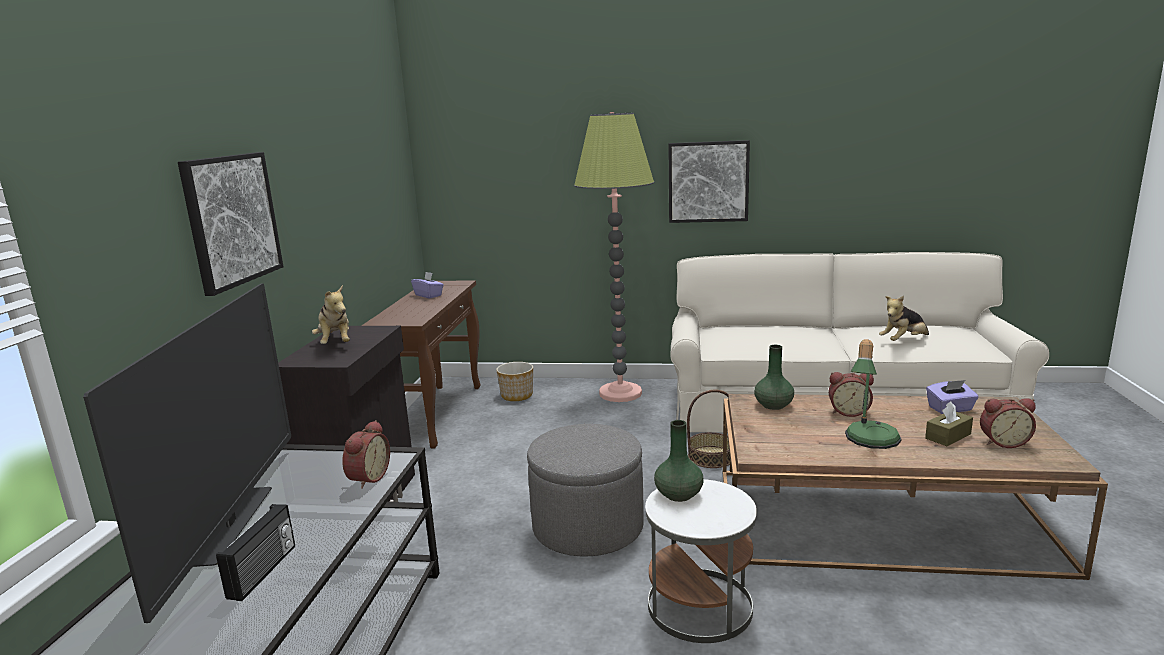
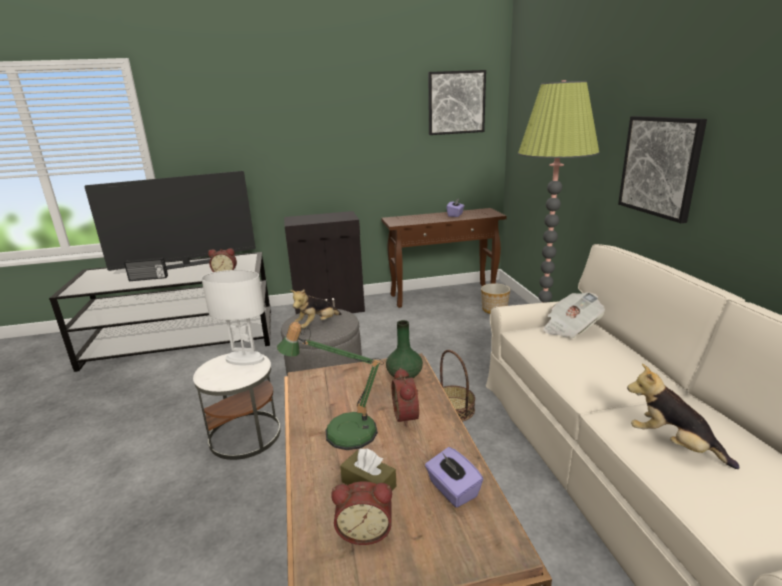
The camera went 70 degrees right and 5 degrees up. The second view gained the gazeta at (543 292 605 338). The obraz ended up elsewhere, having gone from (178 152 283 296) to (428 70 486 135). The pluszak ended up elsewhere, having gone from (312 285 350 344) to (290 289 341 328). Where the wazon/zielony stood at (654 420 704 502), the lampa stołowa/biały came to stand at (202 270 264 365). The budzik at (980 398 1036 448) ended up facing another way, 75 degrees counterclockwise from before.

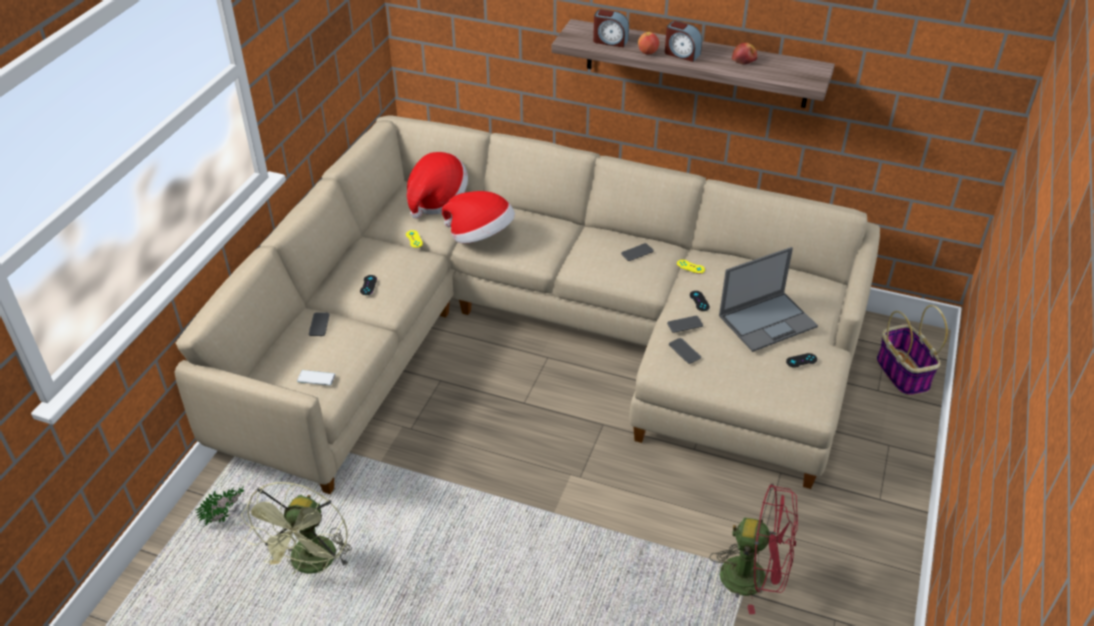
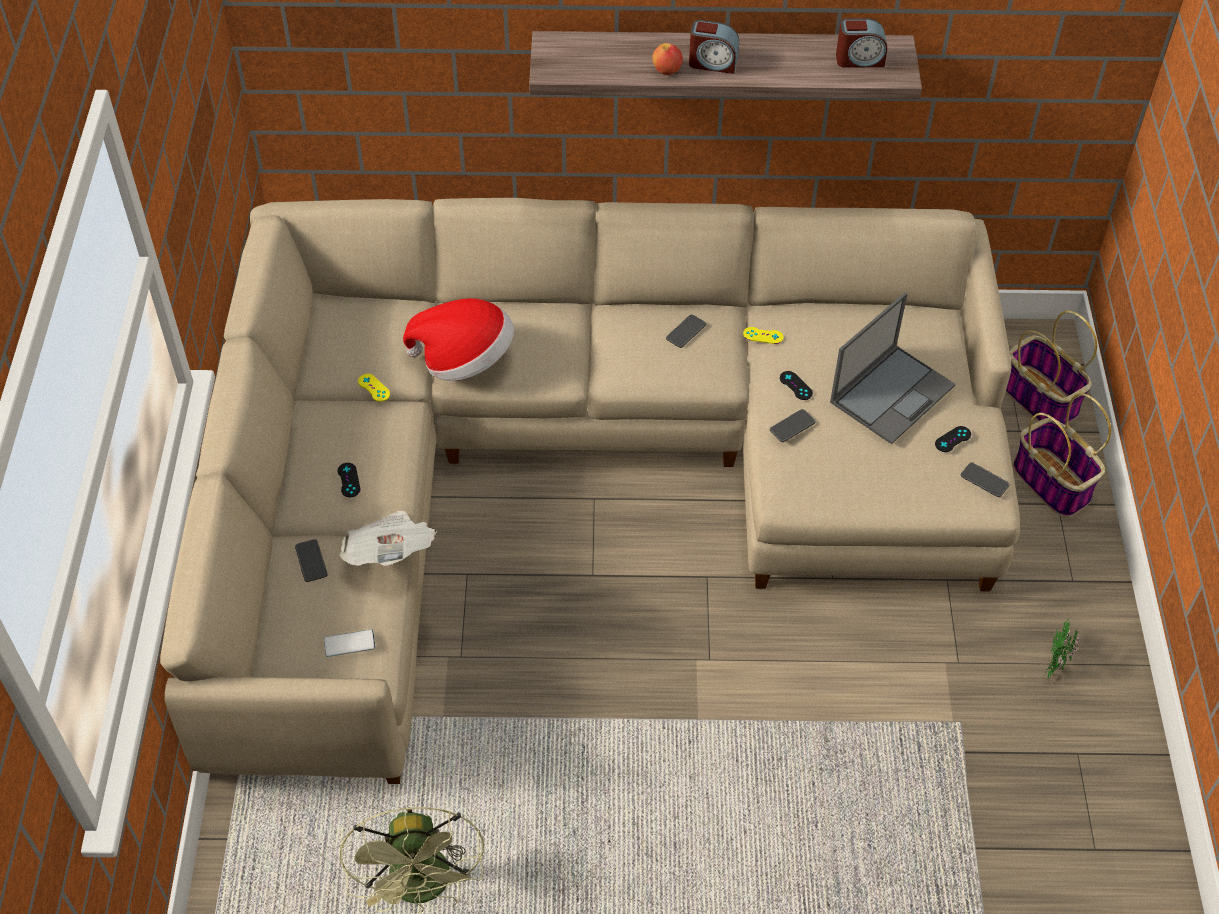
The camera went 20 degrees left and 10 degrees up. The second view lost the kapelusz at (407 152 468 219). The second view lost the wentylator/czerwony at (709 483 798 614). The second view lost the jabłko at (732 43 757 64). The second view gained the gazeta at (340 511 437 566). The second view gained the koszyk at (1013 393 1111 517). The roślina doniczkowa ended up elsewhere, having gone from (196 485 244 526) to (1045 617 1079 680). The budzik ended up elsewhere, having gone from (593 9 629 48) to (836 18 887 68). The telefon ended up elsewhere, having gone from (669 338 701 364) to (961 462 1010 497).

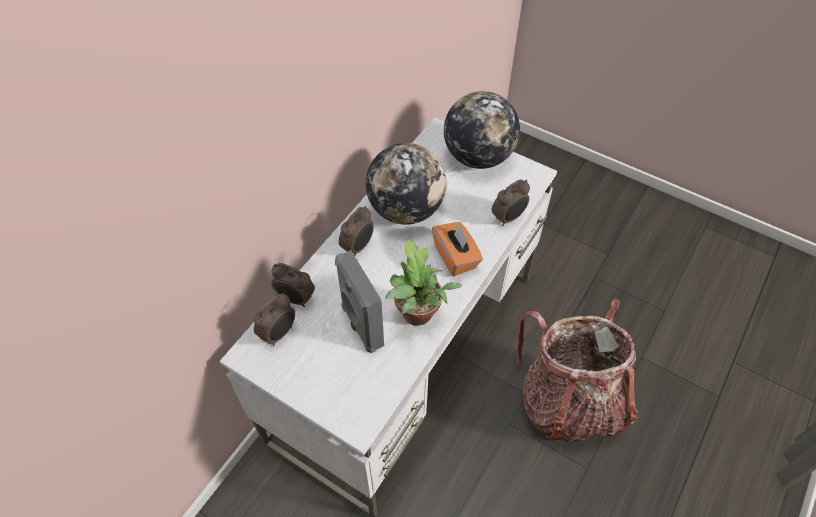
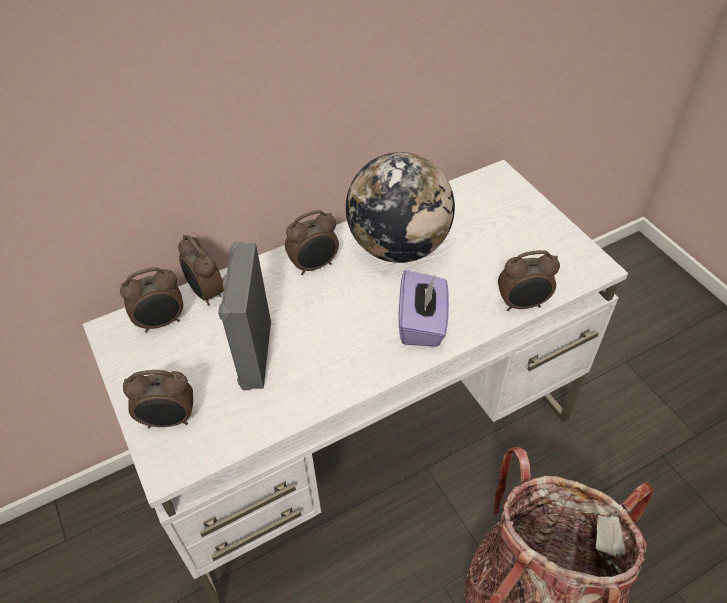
The camera went 30 degrees right and 5 degrees down. The second view lost the roślina doniczkowa at (385 239 462 326). The second view lost the globus at (444 91 520 169). The second view gained the budzik at (123 370 193 428). What was the pudełko chusteczek/pomarańczowy at (432 222 483 276) turned into the pudełko chusteczek/fioletowy at (398 270 449 347).

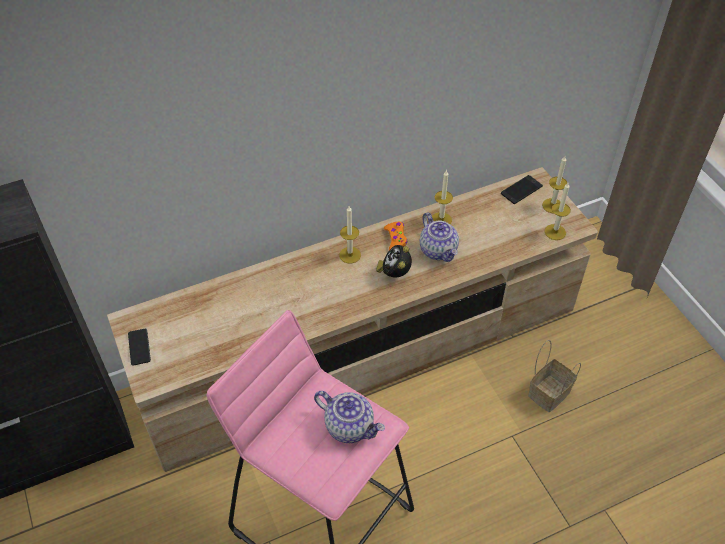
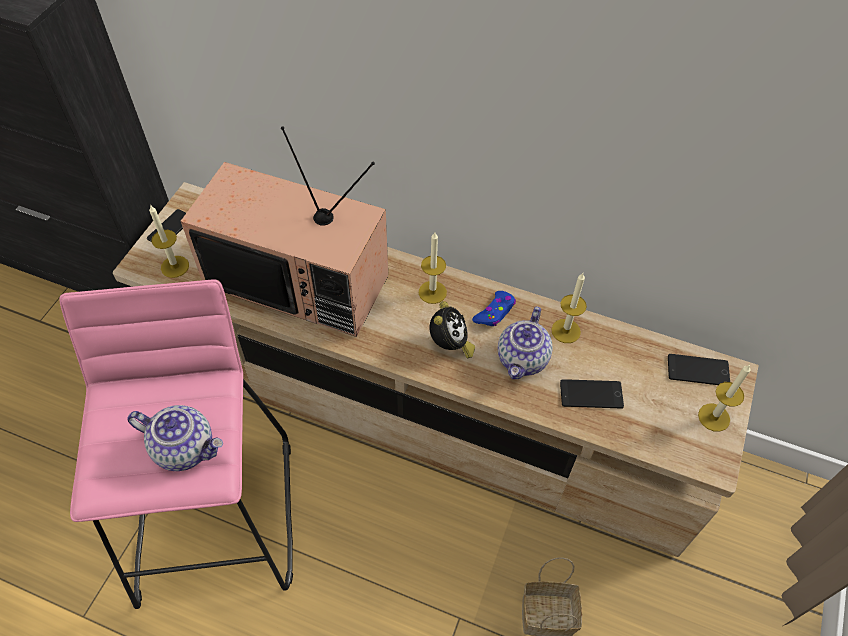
The camera went 45 degrees right and 5 degrees up. The second view gained the telewizor at (181 126 388 337). The second view gained the telefon at (560 379 624 409). The świeca ended up elsewhere, having gone from (545 183 571 240) to (149 206 189 278). What was the pad do gier/pomarańczowy at (384 222 407 250) turned into the pad do gier/niebieski at (472 291 516 326). The imbryk at (314 391 385 443) ended up facing another way, 60 degrees counterclockwise from before. The budzik at (376 245 412 277) ended up facing another way, 135 degrees clockwise from before.

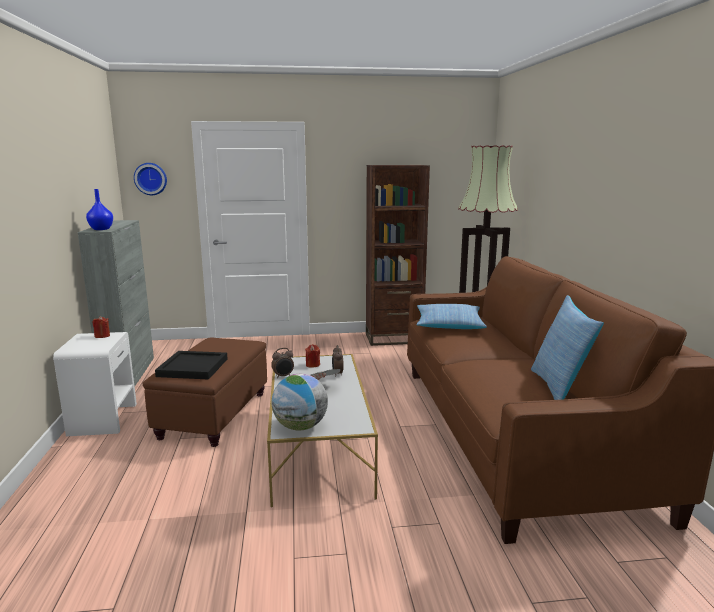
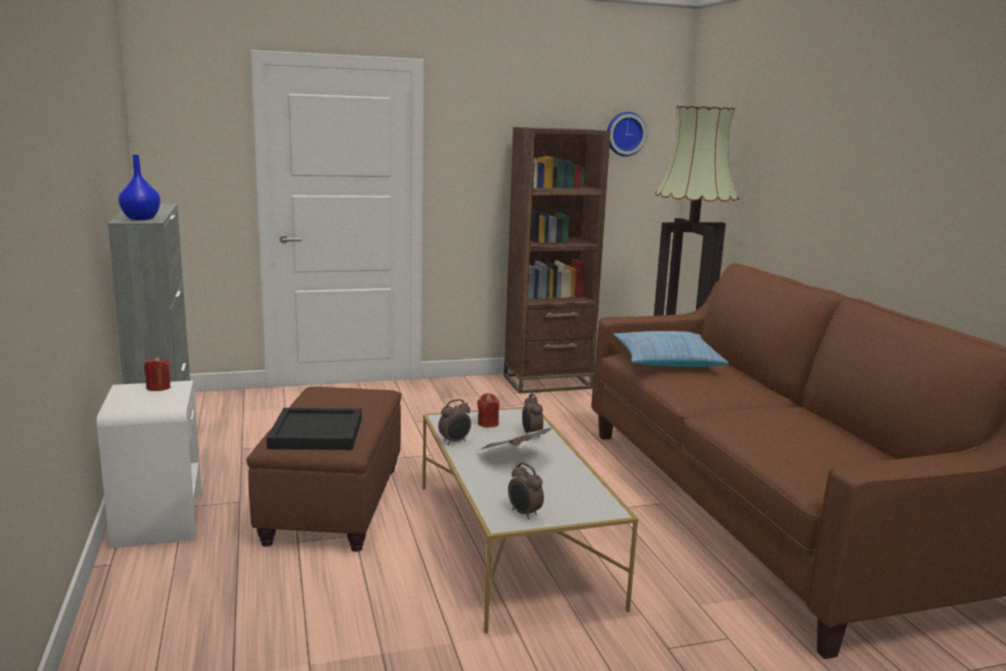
The camera went 10 degrees left and 0 degrees up. The second view lost the poduszka at (531 295 604 400). The zegar ścienny ended up elsewhere, having gone from (134 163 167 195) to (607 112 647 156). Where the globus stood at (271 374 328 430), the budzik came to stand at (508 462 544 520).

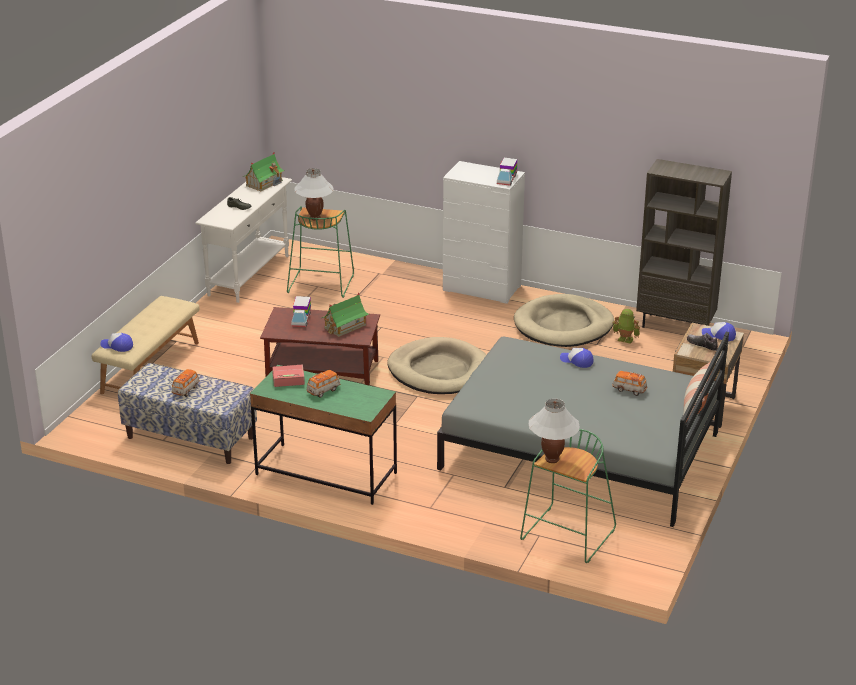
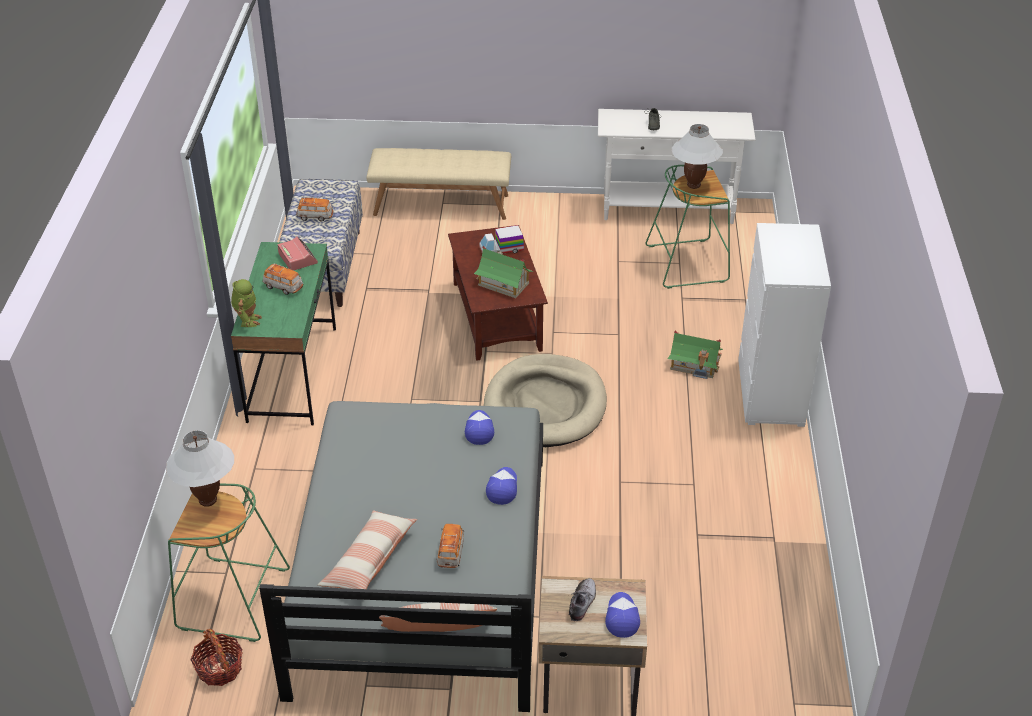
The camera went 70 degrees right and 10 degrees up. The second view lost the ciężarówka zabawkowa at (497 158 517 185). The second view lost the legowisko/beżowy at (514 294 614 347). The second view lost the regał/brązowy at (636 159 732 328). The second view gained the koszyk at (190 629 243 686). The second view gained the poduszka at (318 510 417 589). The czapka z daszkiem ended up elsewhere, having gone from (101 333 133 352) to (465 410 494 445). The domek ended up elsewhere, having gone from (243 152 285 191) to (668 331 723 379). The robot zabawkowy ended up elsewhere, having gone from (613 309 640 344) to (231 279 262 327).

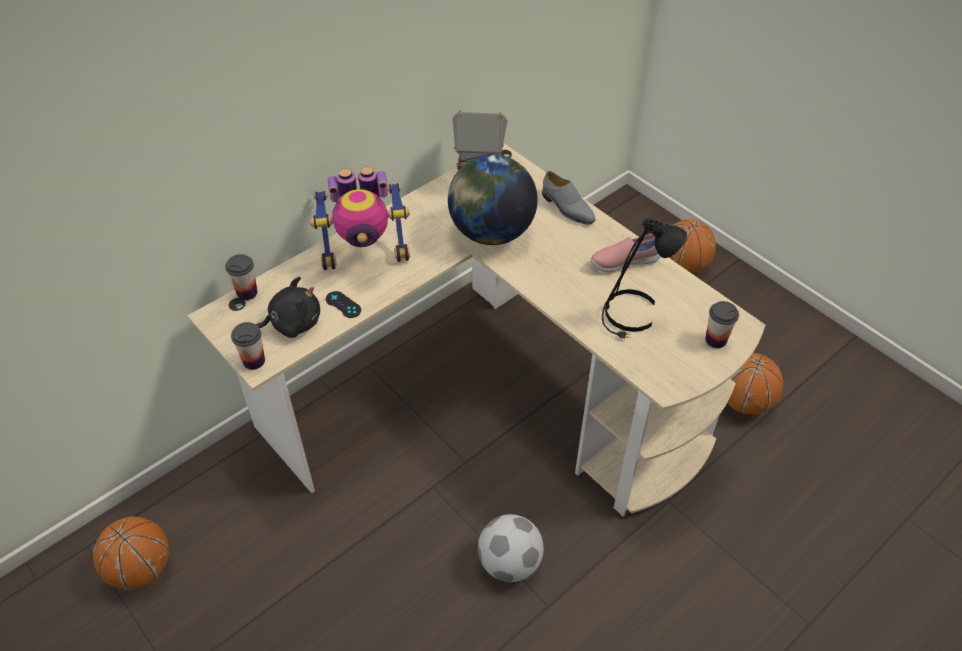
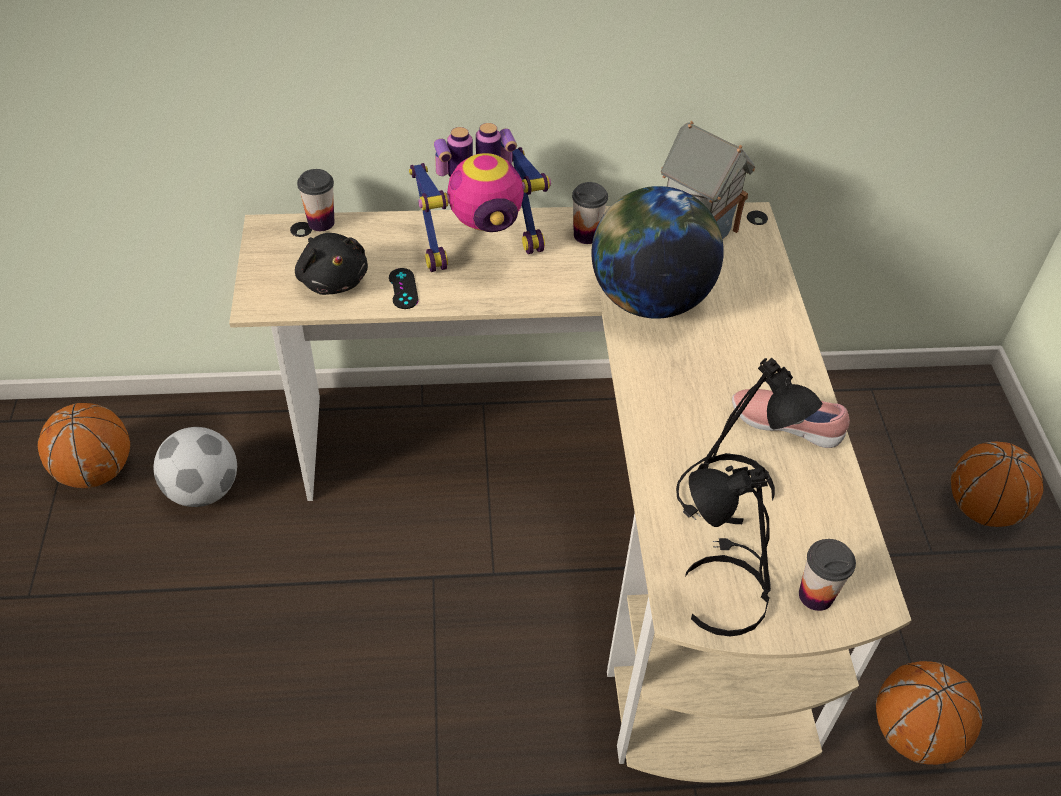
The camera went 35 degrees right and 0 degrees up. The second view lost the but/szary at (542 171 595 225). The second view gained the lampa stołowa/czarny at (685 465 771 637). The filiżanka ended up elsewhere, having gone from (231 322 265 370) to (572 182 608 244). The piłka futbolowa ended up elsewhere, having gone from (478 514 544 582) to (153 427 237 507). The pluszak/czarny at (256 277 320 338) ended up facing another way, 45 degrees clockwise from before. The robot zabawkowy at (310 167 410 270) ended up facing another way, 45 degrees counterclockwise from before.

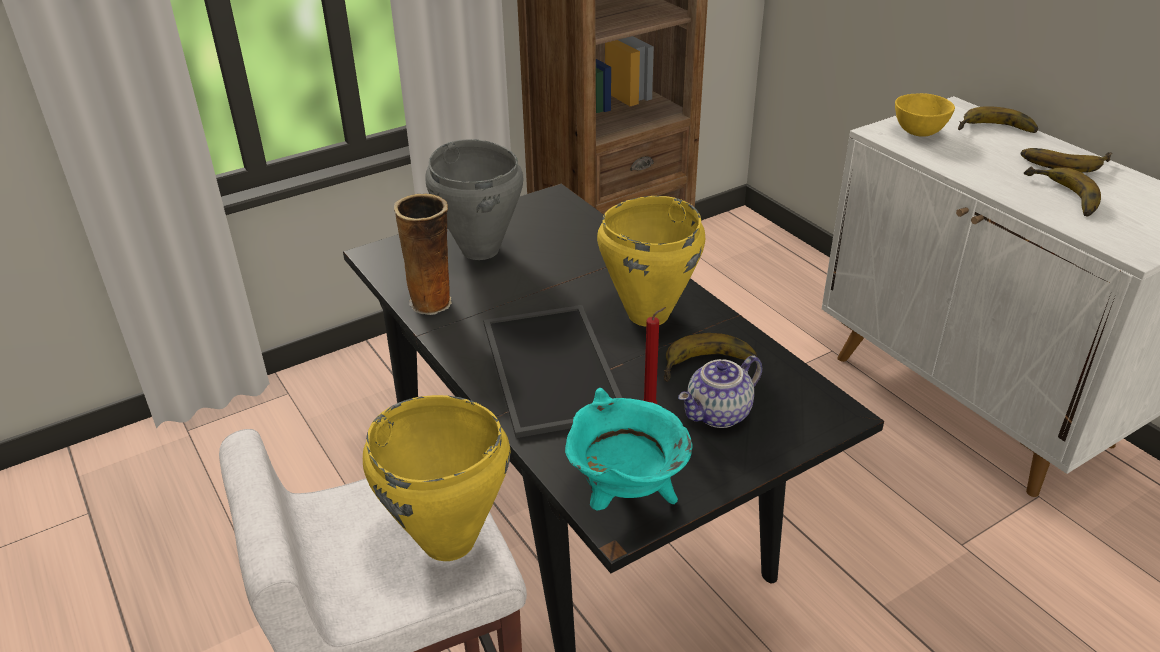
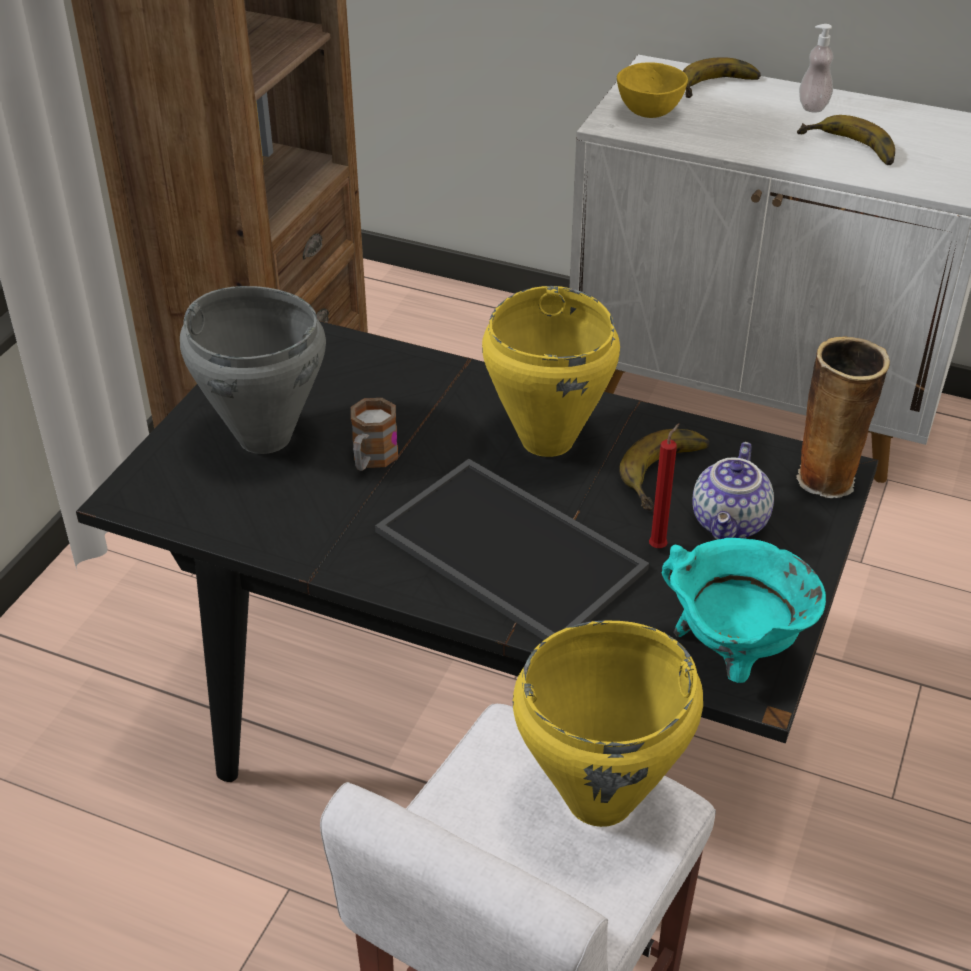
The camera went 35 degrees left and 5 degrees up. The second view gained the kubek at (351 398 398 471). The wazon ended up elsewhere, having gone from (394 193 452 315) to (796 337 890 498). Where the banan stood at (1021 148 1112 173), the dozownik mydła came to stand at (799 24 834 113).

